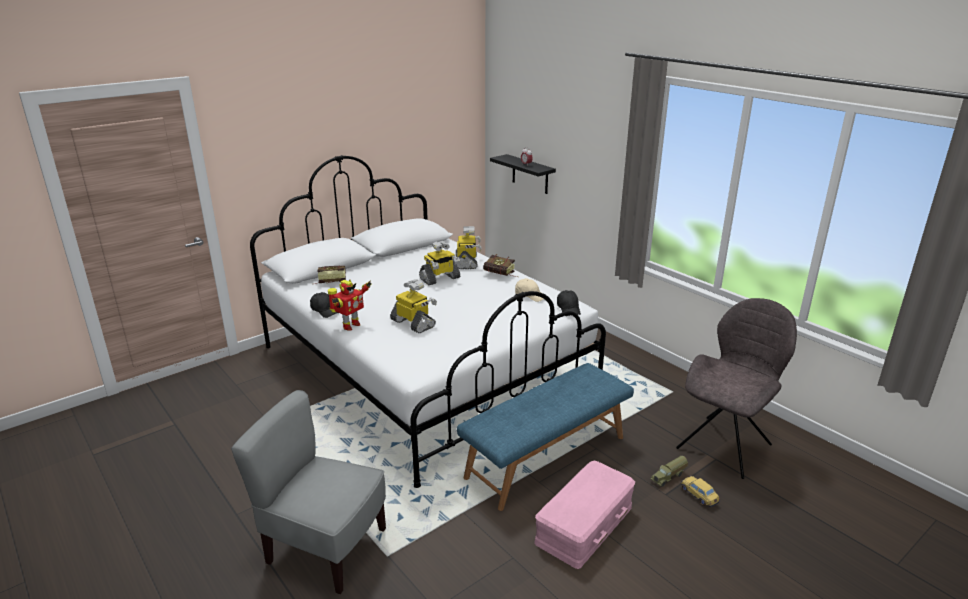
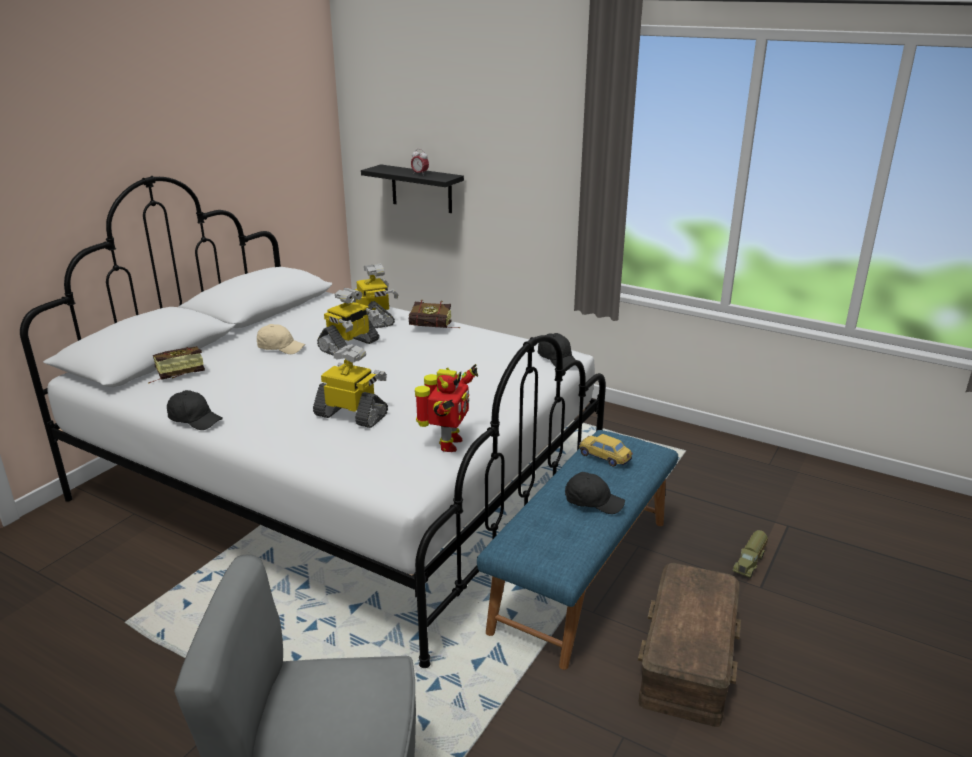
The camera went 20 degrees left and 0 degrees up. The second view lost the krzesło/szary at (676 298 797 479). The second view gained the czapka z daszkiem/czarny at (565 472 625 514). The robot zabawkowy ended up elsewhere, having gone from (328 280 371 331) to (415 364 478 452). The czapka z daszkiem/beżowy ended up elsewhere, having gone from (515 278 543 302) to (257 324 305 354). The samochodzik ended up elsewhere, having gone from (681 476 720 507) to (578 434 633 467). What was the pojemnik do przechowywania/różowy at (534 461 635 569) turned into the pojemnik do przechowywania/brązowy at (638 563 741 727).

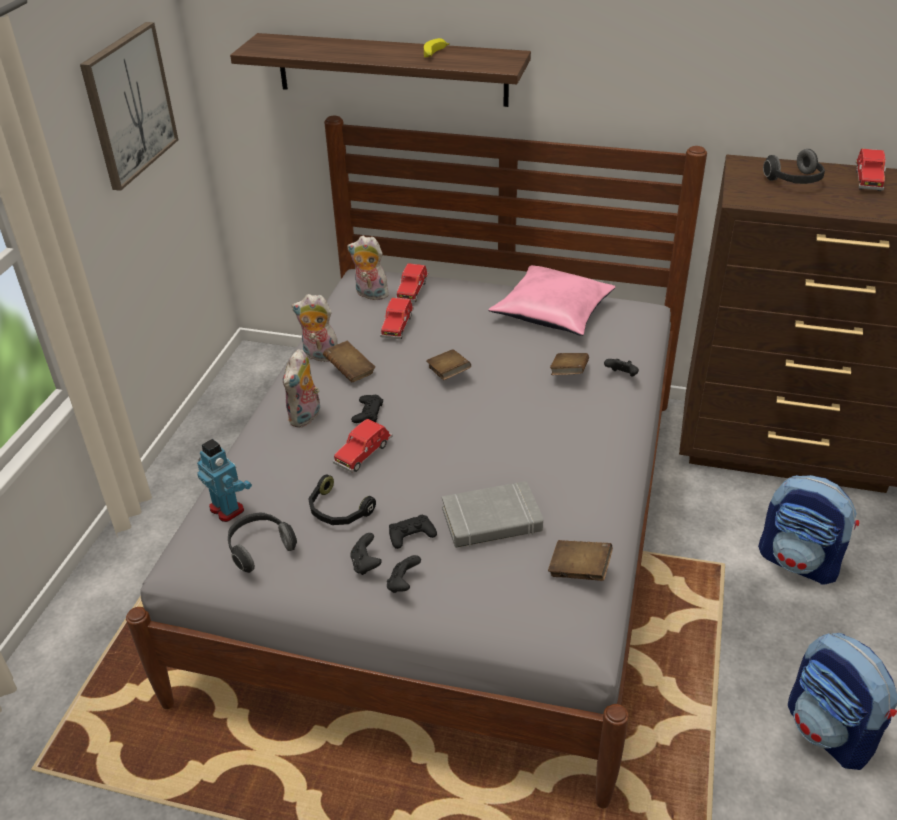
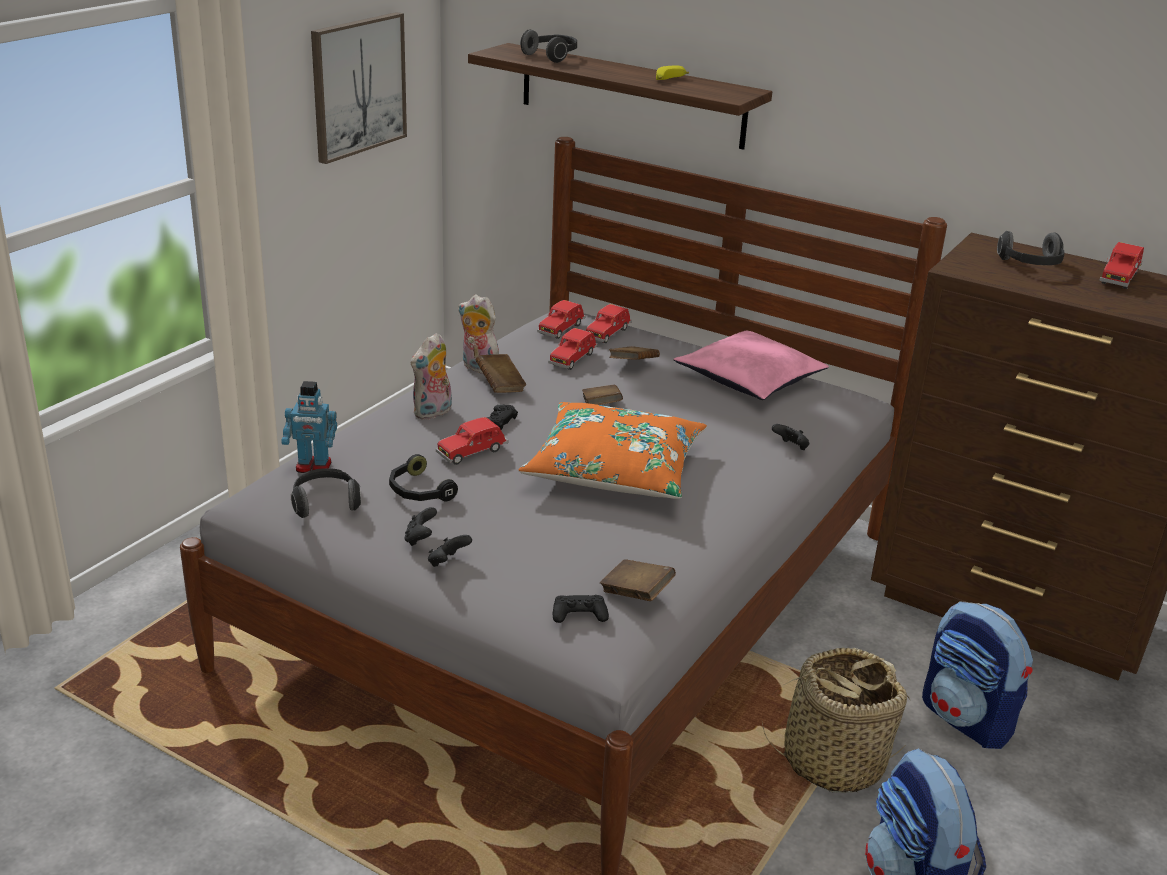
The camera went 15 degrees right and 10 degrees down. The second view lost the książka/szary at (442 481 543 548). The second view gained the poduszka/pomarańczowy at (518 402 707 499). The second view gained the słuchawki at (520 29 577 63). The second view gained the koszyk at (762 647 911 793). The pad do gier/czarny ended up elsewhere, having gone from (389 515 437 549) to (553 595 609 623). The książka/brązowy ended up elsewhere, having gone from (550 353 589 375) to (609 346 660 360). Where the pluszak stood at (347 236 389 300), the samochodzik/czerwony came to stand at (537 300 586 339). The robot zabawkowy at (197 439 252 522) ended up facing another way, 120 degrees clockwise from before.

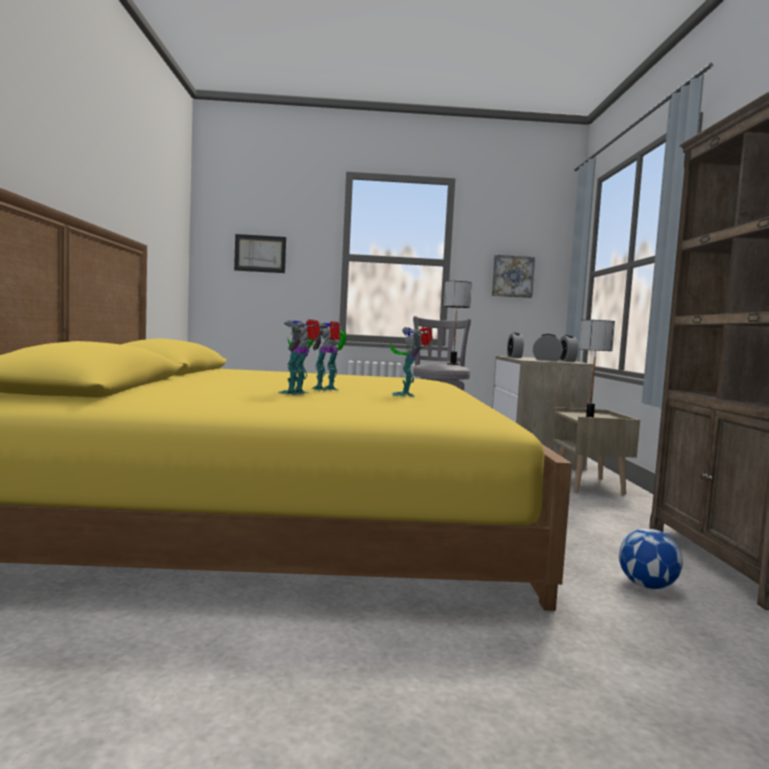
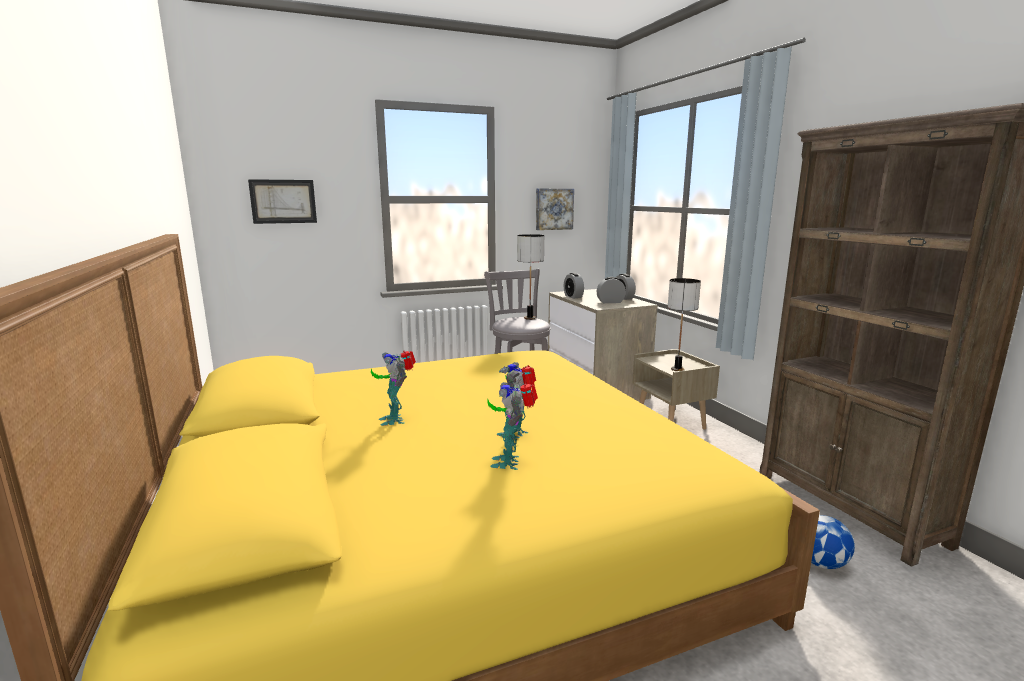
The camera went 20 degrees left and 10 degrees up. The robot zabawkowy ended up elsewhere, having gone from (390 327 433 397) to (371 351 416 426).

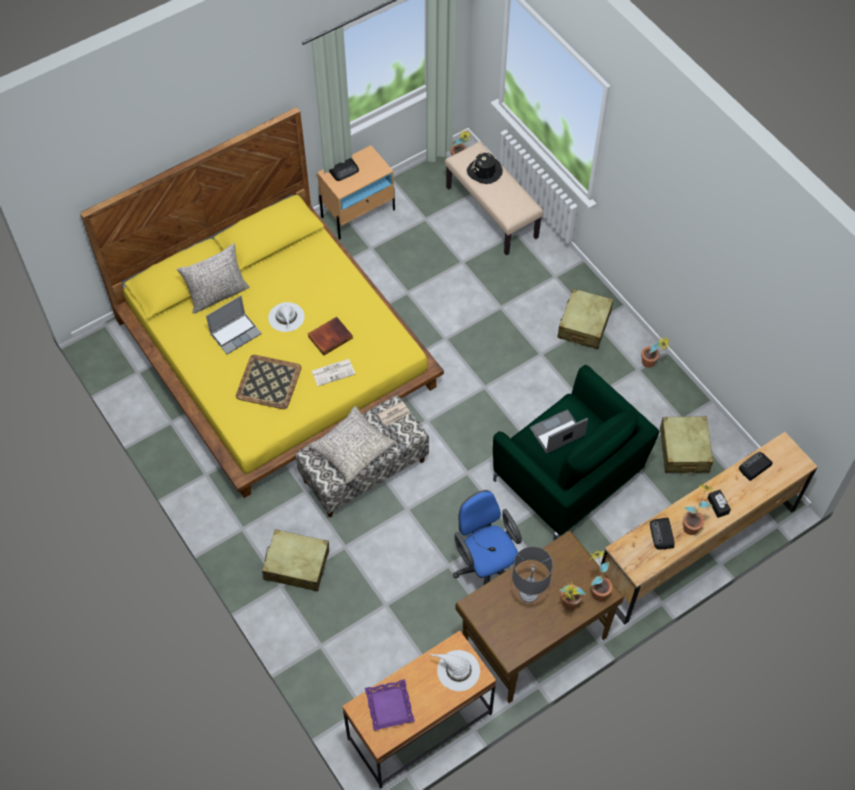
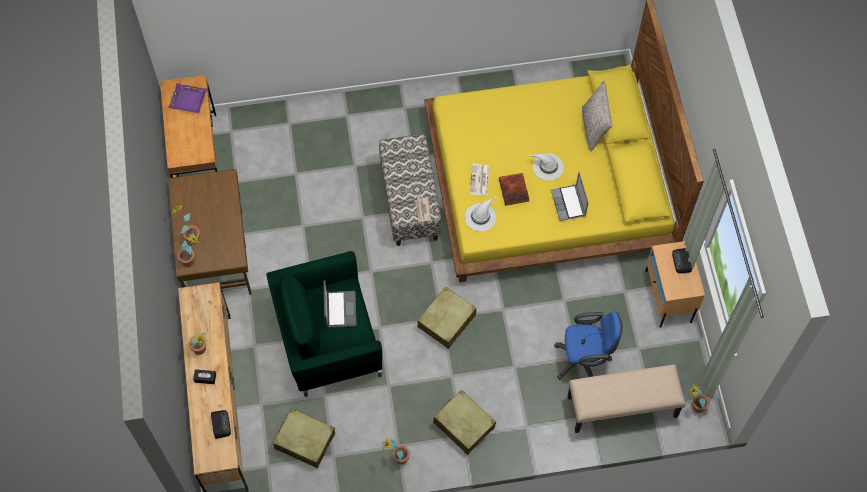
The camera went 115 degrees right and 5 degrees up. The second view lost the taca at (236 355 302 409). The second view lost the poduszka/szary at (307 406 396 483). The second view lost the kapelusz/czarny at (467 152 503 184). The second view lost the lampa stołowa/szary at (512 546 553 603). The second view lost the radio at (650 518 675 550). The laptop ended up elsewhere, having gone from (206 296 262 354) to (551 172 588 221). The walizka/beżowy ended up elsewhere, having gone from (262 529 329 591) to (417 286 476 349). The kapelusz/biały ended up elsewhere, having gone from (430 650 480 691) to (465 196 496 231). The krzesło biurowe/niebieski ended up elsewhere, having gone from (453 490 522 585) to (554 311 623 380).

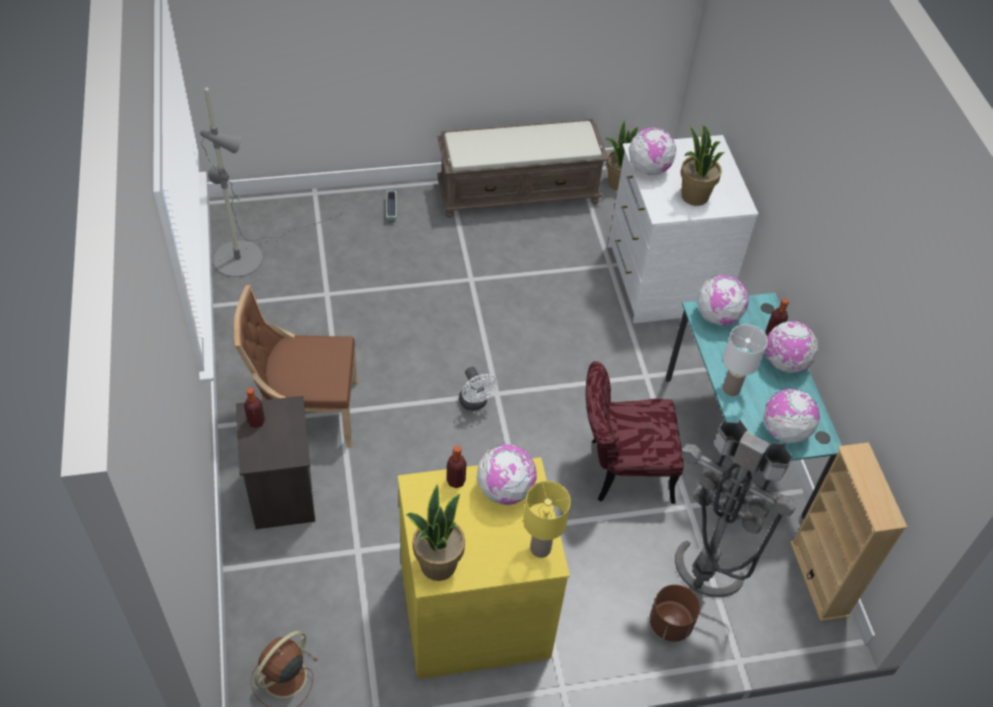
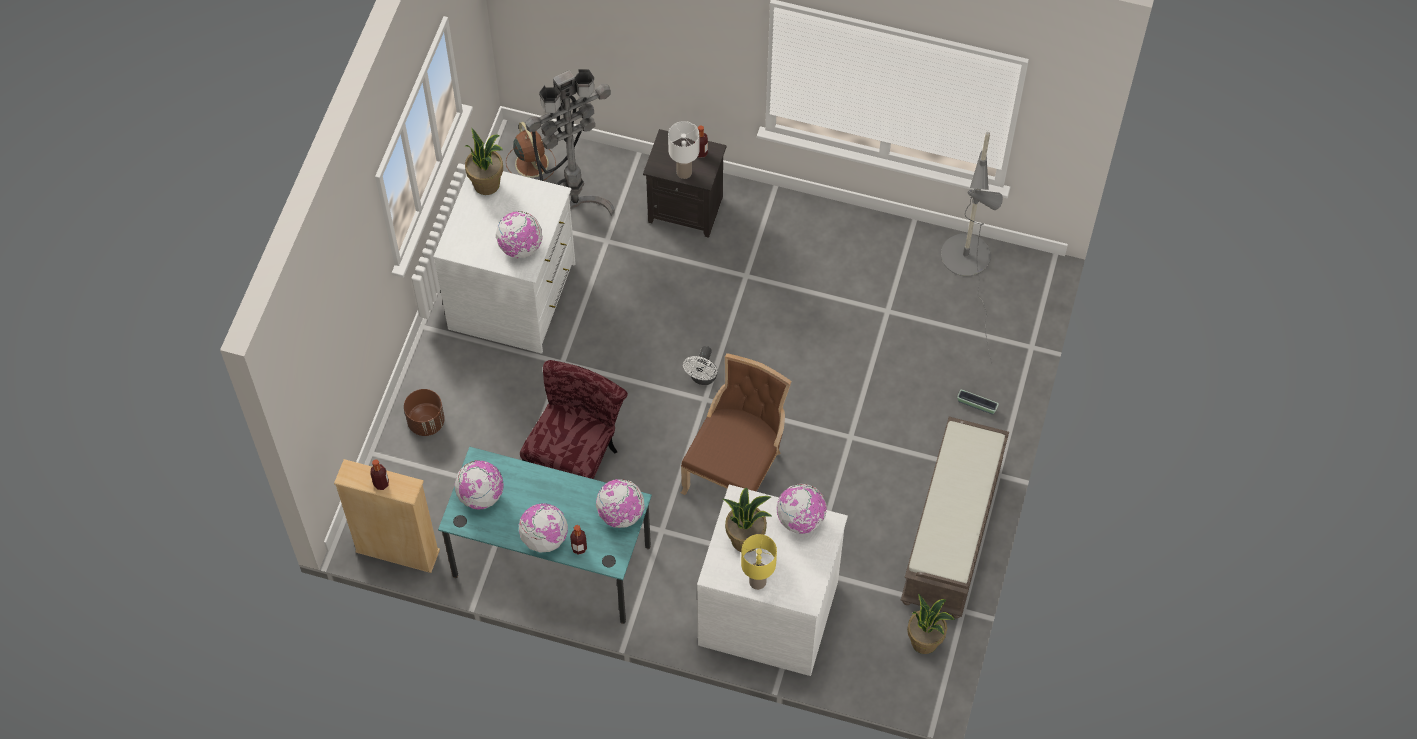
The camera went 120 degrees right and 10 degrees up. The krzesło/brązowy ended up elsewhere, having gone from (234 285 358 448) to (681 353 792 495). The butelka ended up elsewhere, having gone from (447 446 466 488) to (370 459 389 490). The lampa stołowa/żółty ended up elsewhere, having gone from (523 481 571 558) to (741 534 777 590). The lampa stojąca/szary ended up elsewhere, having gone from (675 418 797 597) to (525 69 615 216). The lampa stołowa/biały ended up elsewhere, having gone from (723 324 768 396) to (668 121 699 179). What was the komoda/żółty at (398 457 570 679) turned into the komoda/biały at (433 171 576 354). The wentylator/biały at (459 367 497 411) ended up facing another way, 75 degrees counterclockwise from before.

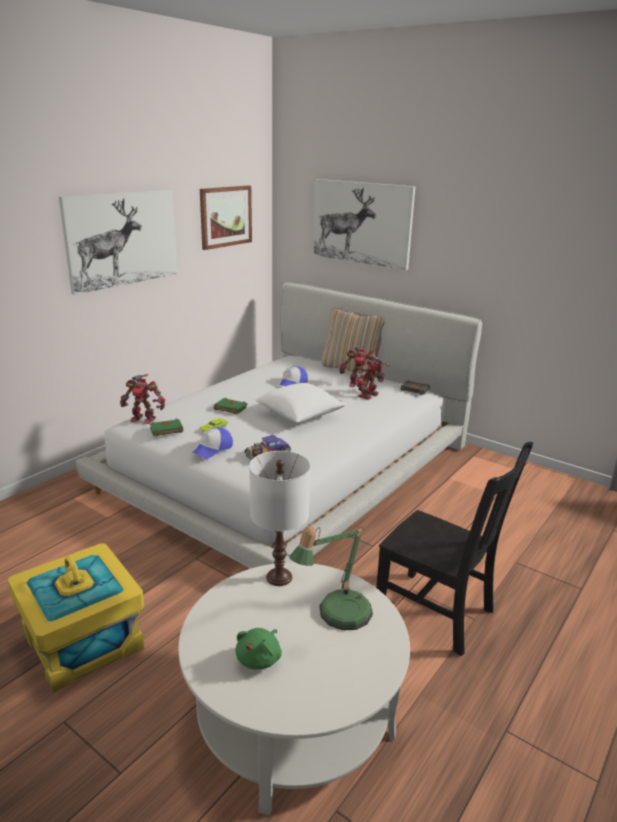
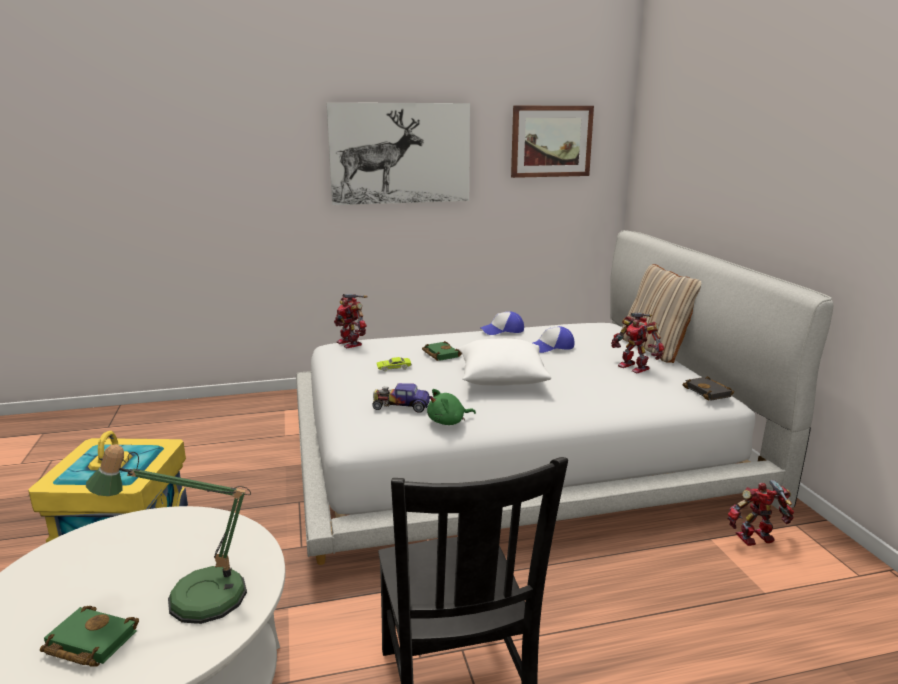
The camera went 40 degrees right and 5 degrees down. The second view lost the lampa stołowa/biały at (249 451 310 586). The second view lost the obraz at (313 179 415 270). The książka/zielony ended up elsewhere, having gone from (150 419 183 437) to (40 606 139 667). The czapka z daszkiem ended up elsewhere, having gone from (192 427 233 458) to (480 312 524 335). The pluszak/zielony ended up elsewhere, having gone from (235 628 282 670) to (427 389 476 425). The robot zabawkowy ended up elsewhere, having gone from (356 356 390 400) to (728 480 794 546).

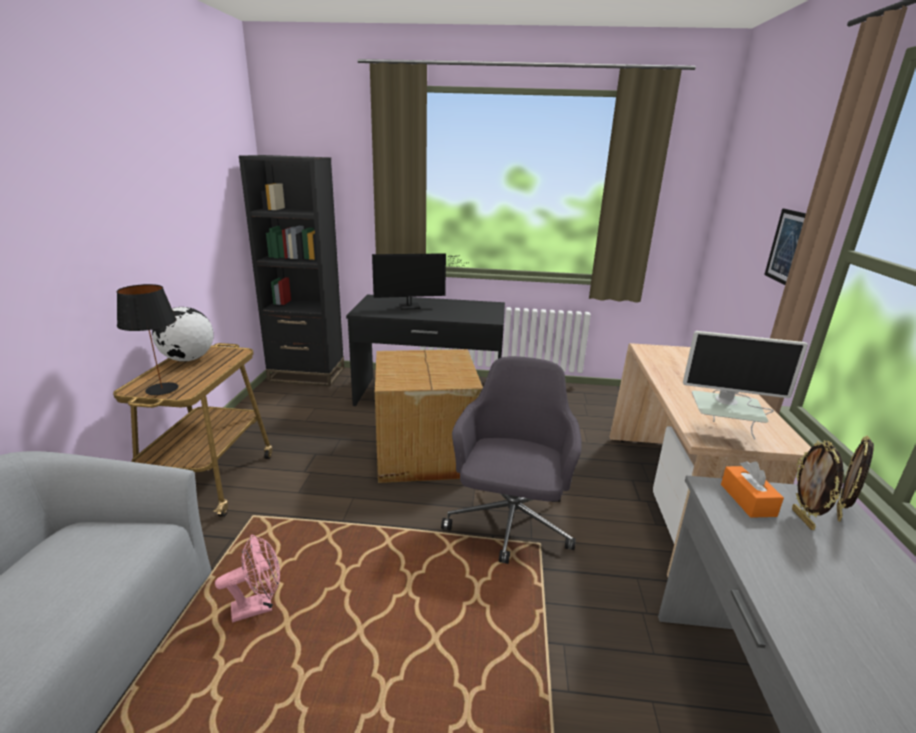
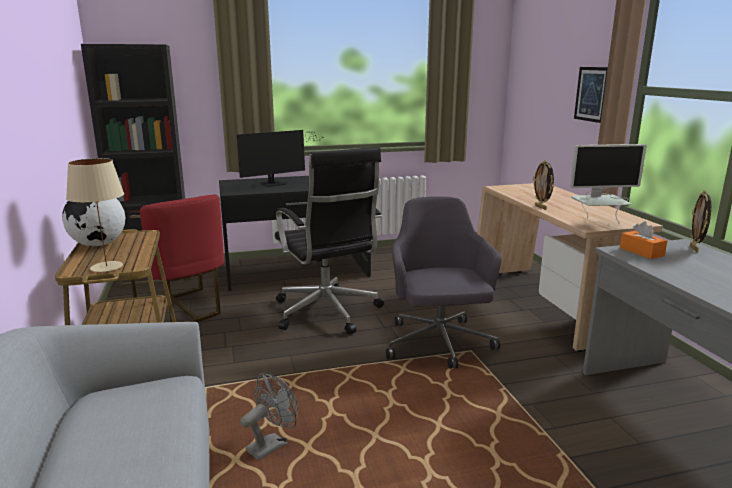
The camera went 20 degrees left and 5 degrees down. The second view gained the krzesło/czerwony at (131 195 224 322). The ramka na zdjęcie ended up elsewhere, having gone from (792 441 844 530) to (533 160 554 210). Where the karton stood at (375 349 483 483), the krzesło biurowe/czarny came to stand at (275 147 384 334). What was the lampa stołowa/czarny at (117 284 178 395) turned into the lampa stołowa/beżowy at (66 158 124 272). What was the wentylator/różowy at (215 534 280 622) turned into the wentylator/szary at (240 373 298 460).

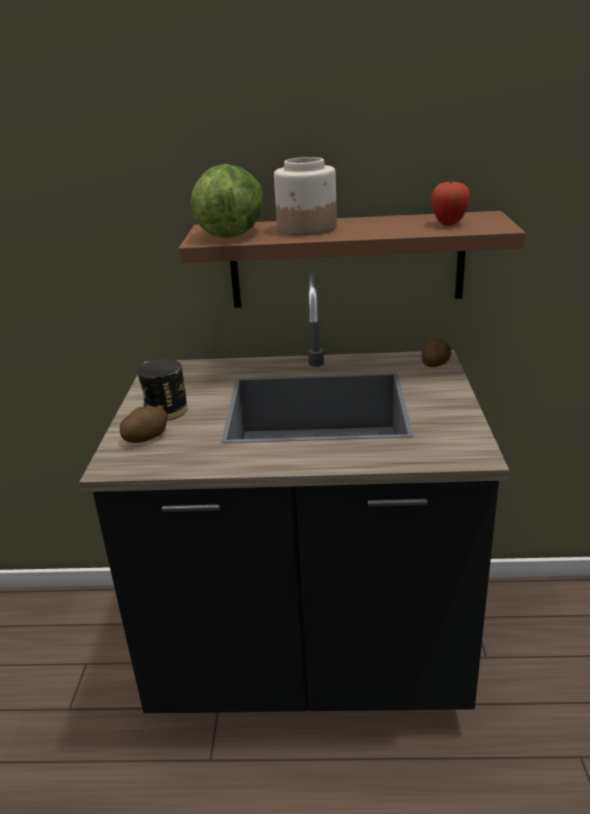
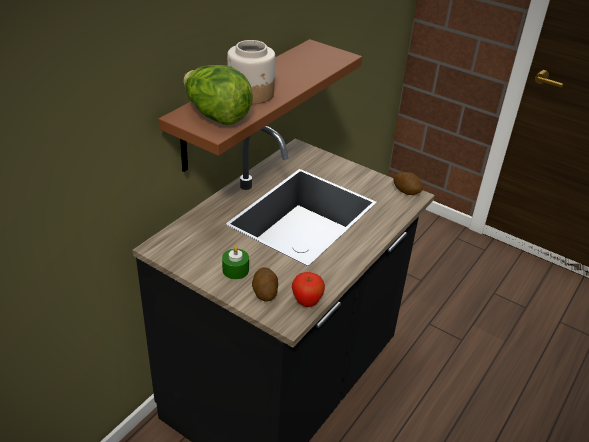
The camera went 60 degrees left and 10 degrees up. The ziemniak ended up elsewhere, having gone from (422 338 451 367) to (393 172 423 195). The jabłko ended up elsewhere, having gone from (431 179 470 226) to (292 272 325 307). Where the puszka stood at (137 359 187 421), the świeca/zielony came to stand at (222 246 249 280).

